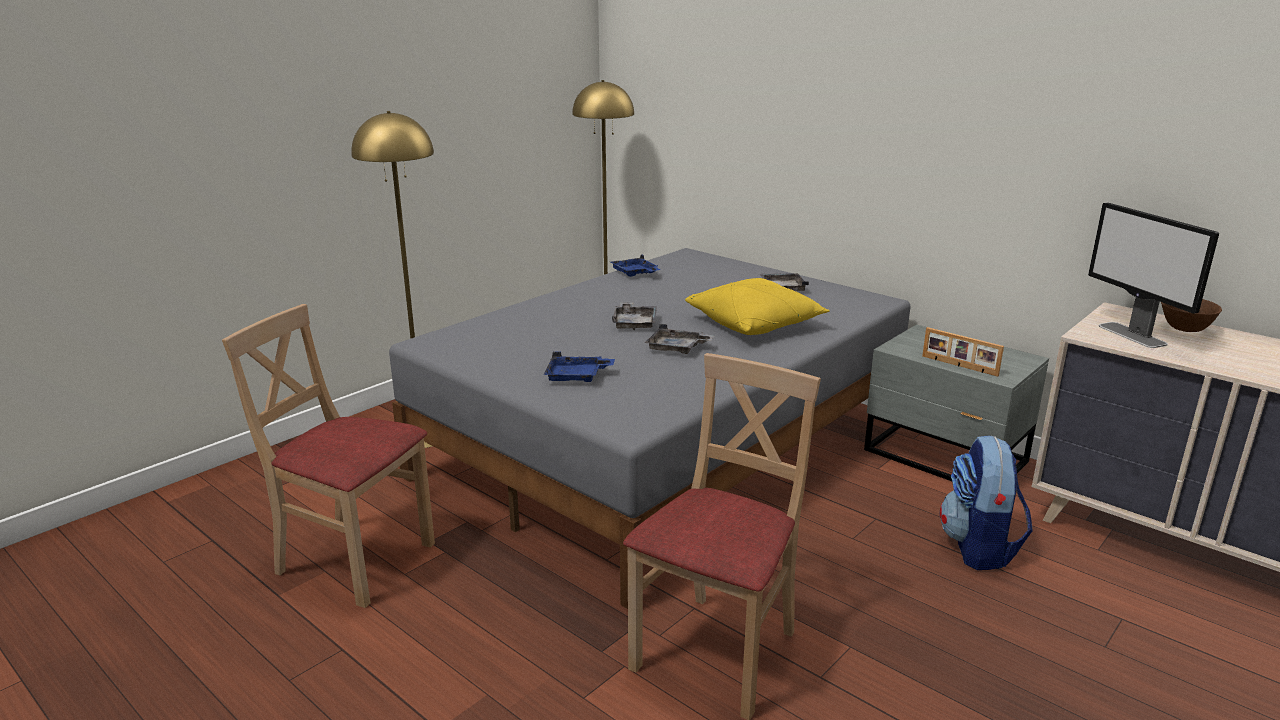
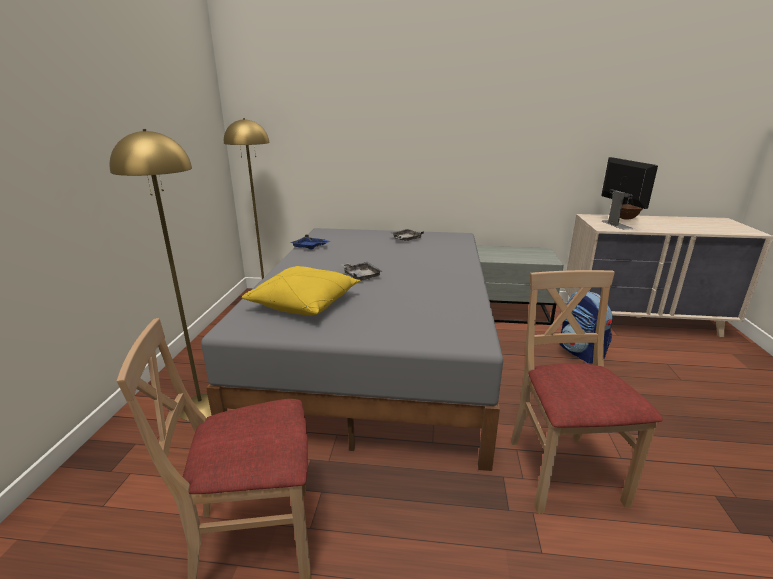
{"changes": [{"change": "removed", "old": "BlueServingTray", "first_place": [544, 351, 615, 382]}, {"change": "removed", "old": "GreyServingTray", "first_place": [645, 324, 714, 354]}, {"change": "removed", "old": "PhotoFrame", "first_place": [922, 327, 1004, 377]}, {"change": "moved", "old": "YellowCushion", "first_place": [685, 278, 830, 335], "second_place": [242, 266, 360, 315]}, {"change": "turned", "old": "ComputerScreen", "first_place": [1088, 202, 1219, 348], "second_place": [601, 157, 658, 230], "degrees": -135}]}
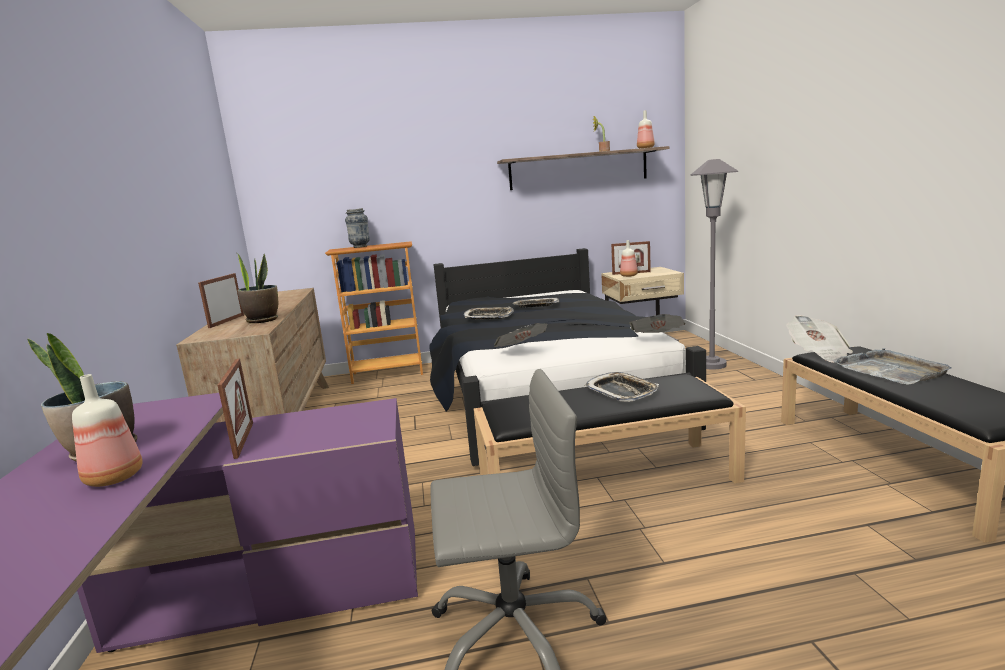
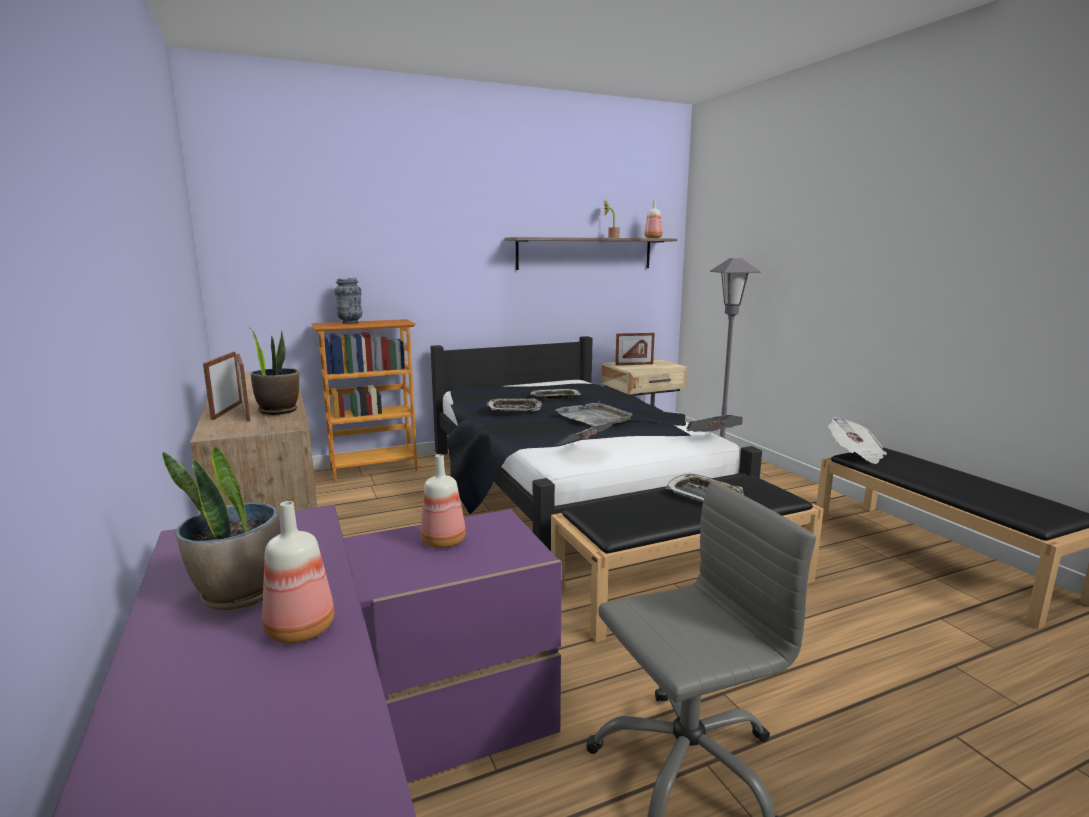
{"changes": [{"change": "moved", "old": "PhotoFrame", "first_place": [218, 359, 253, 459], "second_place": [236, 354, 250, 422]}, {"change": "moved", "old": "DrinkBottle", "first_place": [620, 240, 638, 277], "second_place": [421, 454, 466, 548]}, {"change": "moved", "old": "GreyServingTray", "first_place": [832, 348, 951, 385], "second_place": [555, 402, 633, 426]}]}
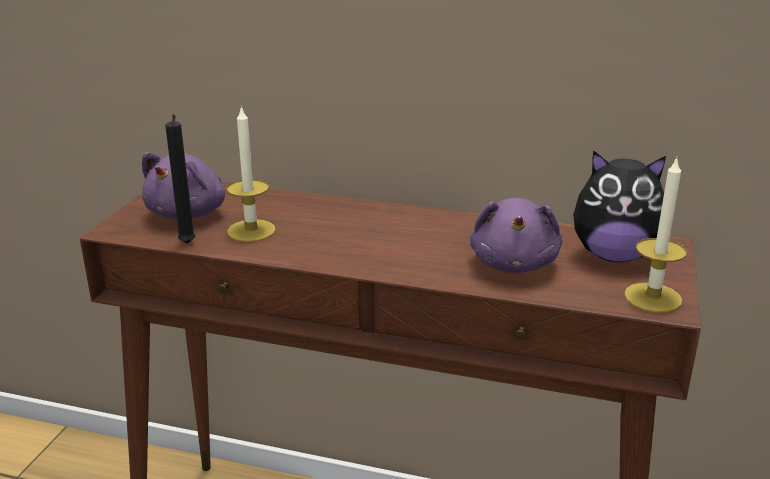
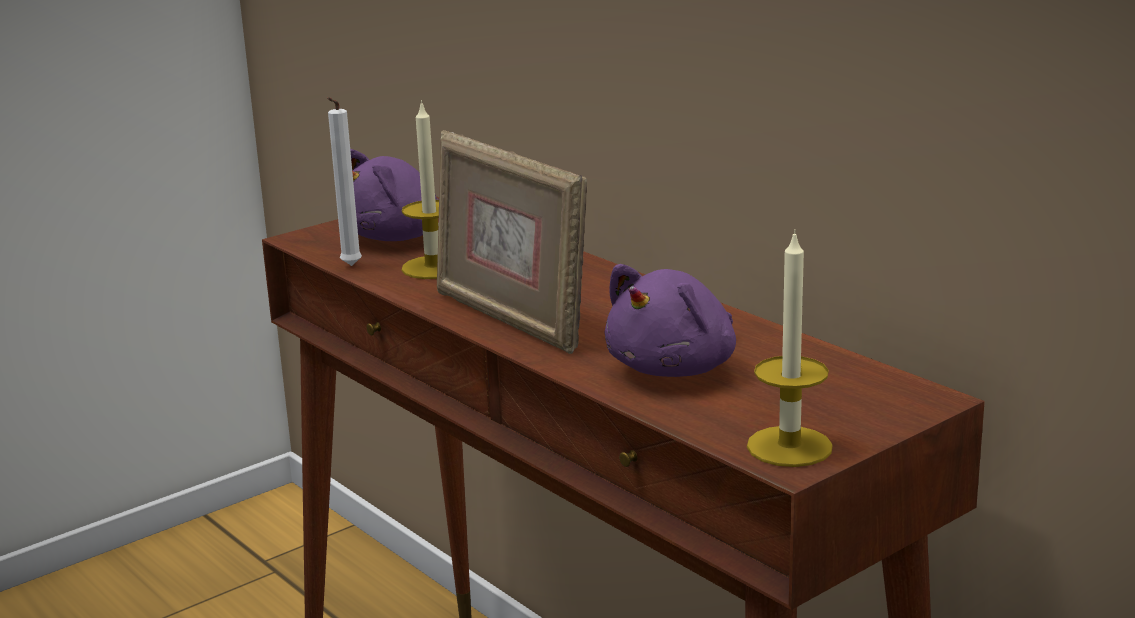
{"changes": [{"change": "removed", "old": "PlushToy", "first_place": [573, 150, 666, 262]}, {"change": "added", "new": "PhotoFrame", "second_place": [437, 130, 587, 354]}, {"change": "recoloured", "old": "BlackishCandle", "new": "WhiteColouredCandle", "first_place": [165, 114, 196, 244], "second_place": [327, 97, 362, 266]}]}
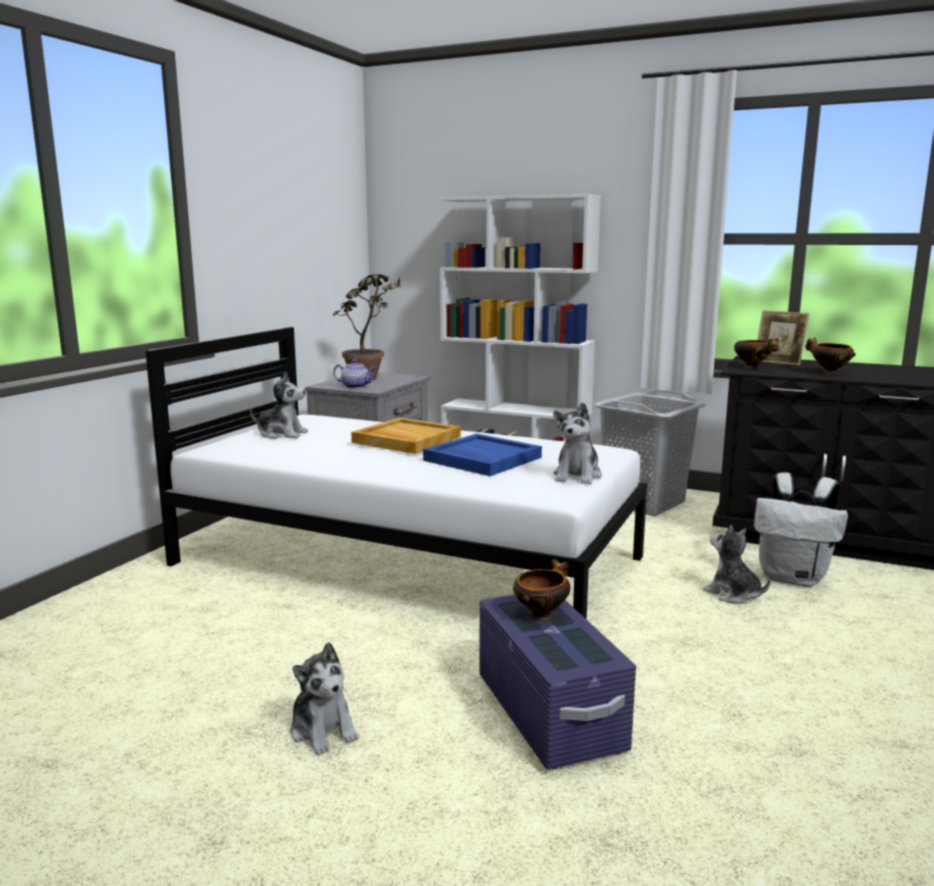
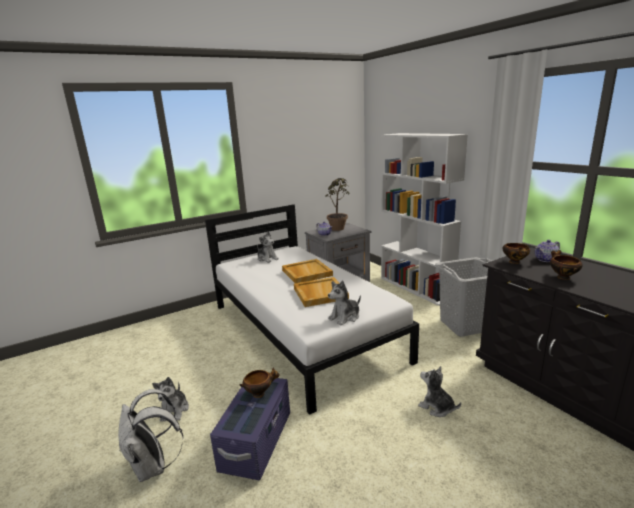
{"changes": [{"change": "moved", "old": "WhiteColouredRucksack", "first_place": [754, 472, 848, 587], "second_place": [118, 389, 183, 482]}, {"change": "replaced", "old": "PhotoFrame", "new": "PotForTea", "first_place": [757, 310, 809, 366], "second_place": [535, 240, 560, 262]}, {"change": "recoloured", "old": "BlueServingTray", "new": "BeigeColouredServingTray", "first_place": [423, 434, 542, 476], "second_place": [294, 277, 349, 307]}, {"change": "turned", "old": "PlushToy", "first_place": [703, 525, 770, 604], "second_place": [418, 366, 461, 417], "degrees": -45}]}
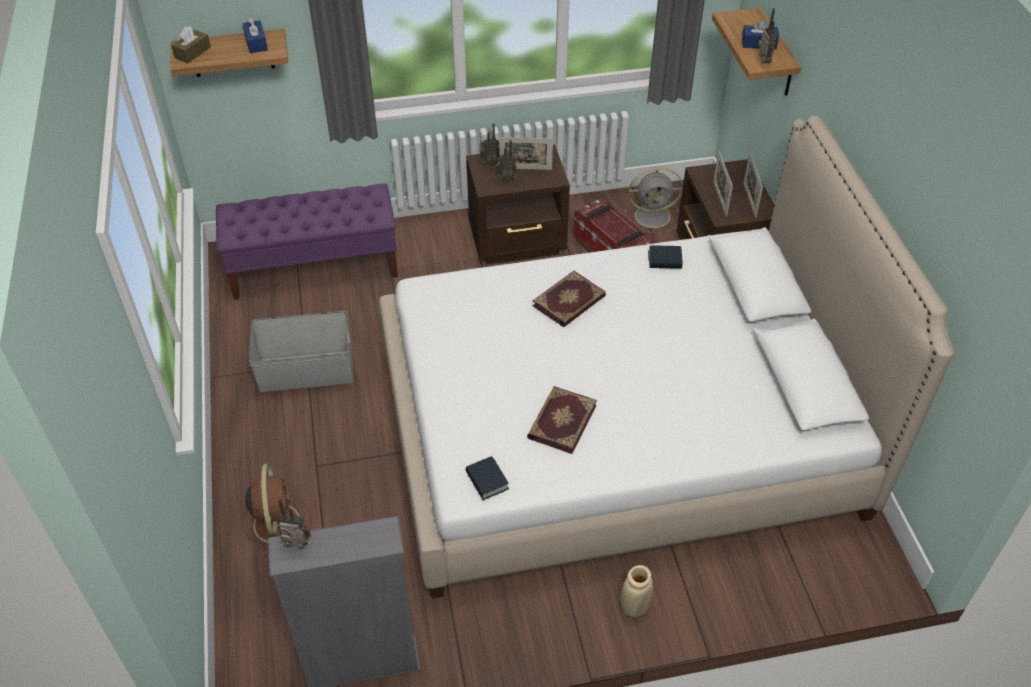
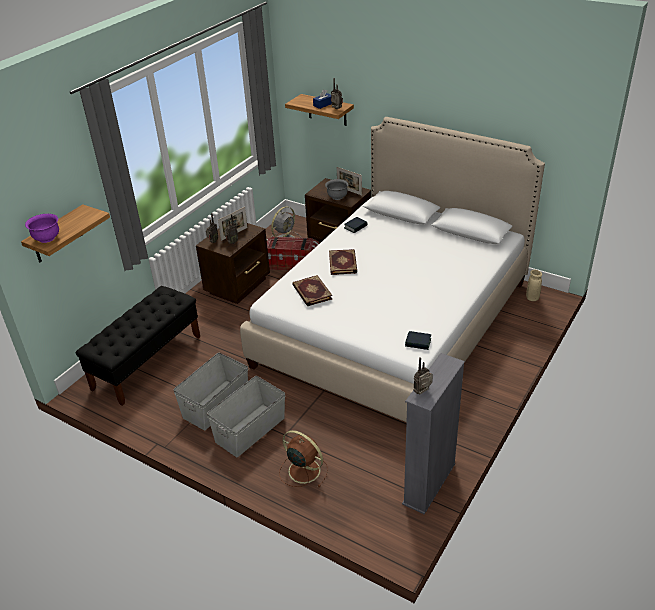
{"changes": [{"change": "removed", "old": "BlueBoxOfTissues", "first_place": [243, 17, 268, 53]}, {"change": "added", "new": "GreyStorageBox", "second_place": [207, 376, 285, 457]}, {"change": "moved", "old": "Book", "first_place": [527, 386, 597, 454], "second_place": [292, 275, 332, 306]}, {"change": "moved", "old": "BeigeColouredVase", "first_place": [620, 565, 653, 617], "second_place": [526, 270, 542, 301]}, {"change": "replaced", "old": "BrownColouredBoxOfTissues", "new": "PurpleColouredDeepDish", "first_place": [171, 26, 211, 63], "second_place": [25, 214, 59, 243]}, {"change": "replaced", "old": "PhotoFrame", "new": "GreyDeepDish", "first_place": [713, 151, 733, 217], "second_place": [325, 179, 349, 200]}, {"change": "recoloured", "old": "PurpleColouredIndoorBench", "new": "BlackishIndoorBench", "first_place": [216, 183, 398, 300], "second_place": [75, 286, 200, 406]}]}
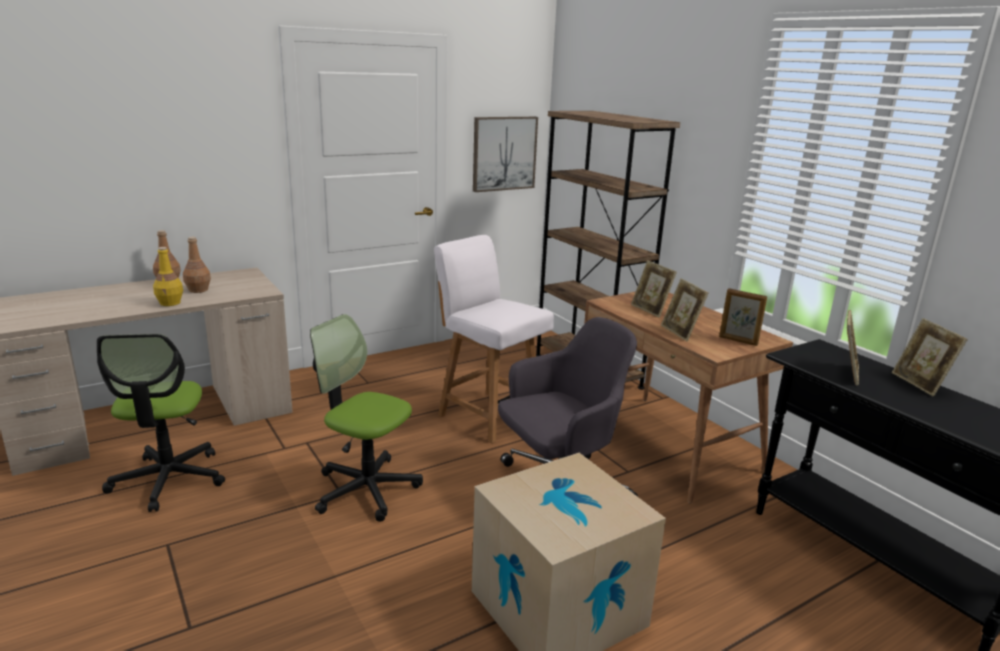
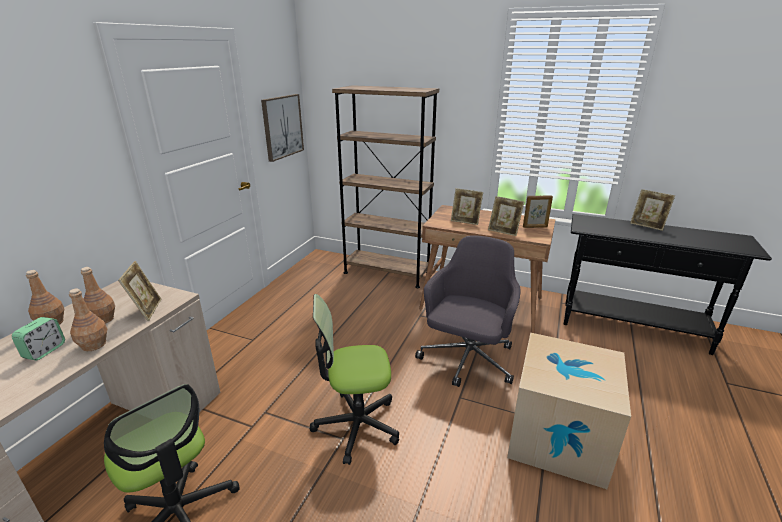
{"changes": [{"change": "removed", "old": "WhiteColouredPlainChair", "first_place": [434, 235, 554, 444]}, {"change": "added", "new": "TableClock", "second_place": [12, 317, 65, 360]}, {"change": "moved", "old": "PhotoFrame", "first_place": [847, 310, 859, 385], "second_place": [118, 261, 162, 321]}, {"change": "recoloured", "old": "YellowDrinkBottle", "new": "BrownColouredDrinkBottle", "first_place": [153, 247, 183, 306], "second_place": [69, 288, 107, 351]}]}
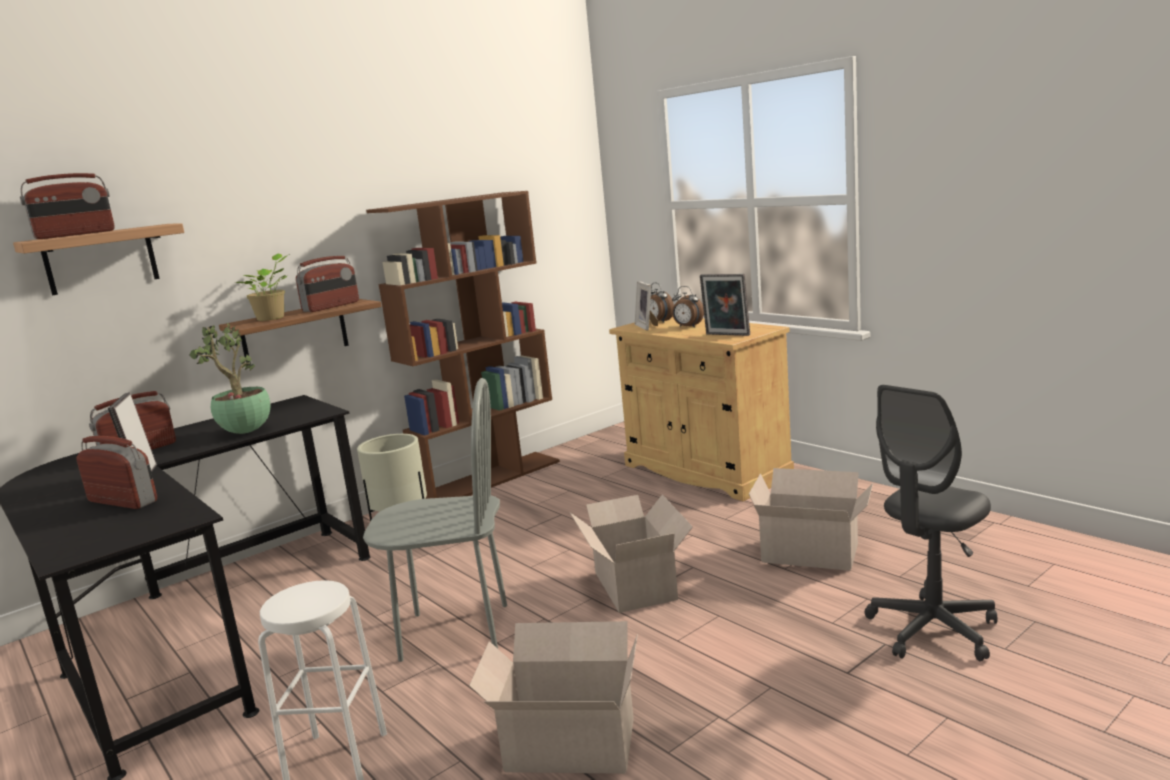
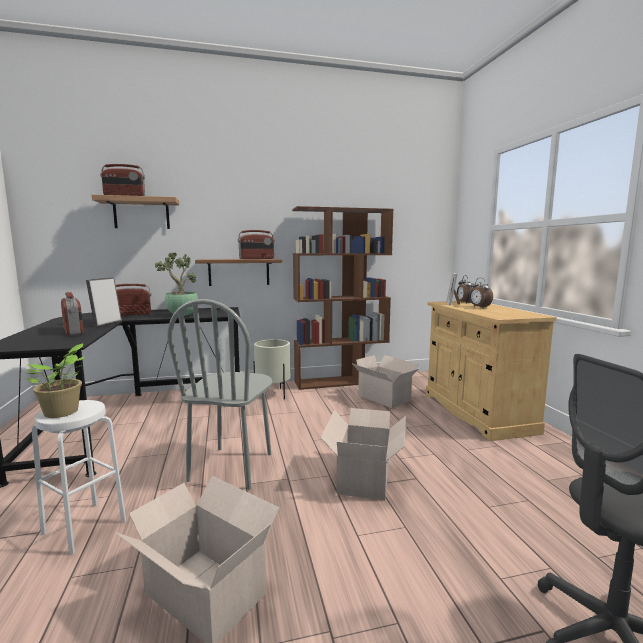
{"changes": [{"change": "removed", "old": "PhotoFrame", "first_place": [700, 274, 750, 336]}, {"change": "moved", "old": "Houseplant", "first_place": [235, 254, 290, 321], "second_place": [25, 343, 86, 418]}, {"change": "moved", "old": "PackingBox", "first_place": [749, 468, 873, 571], "second_place": [353, 355, 418, 408]}, {"change": "turned", "old": "GreyPlainChair", "first_place": [363, 378, 507, 662], "second_place": [167, 299, 273, 490], "degrees": 75}]}
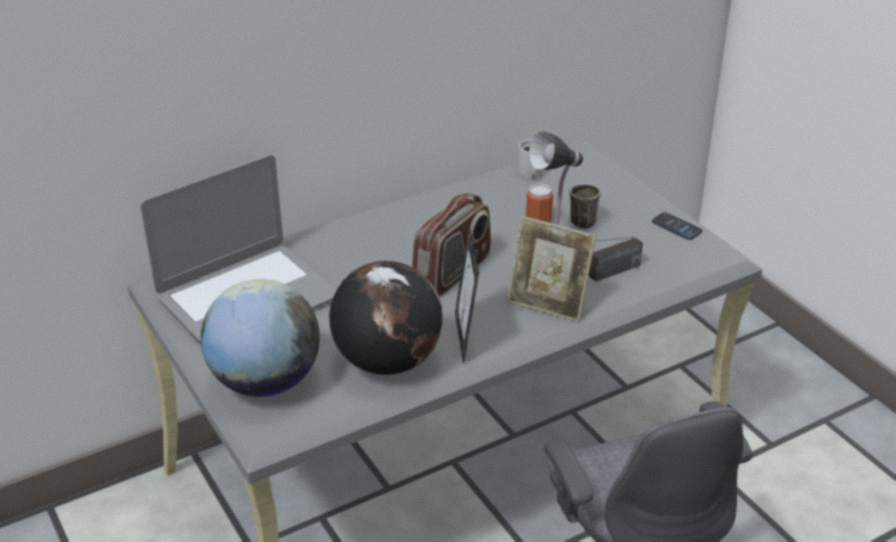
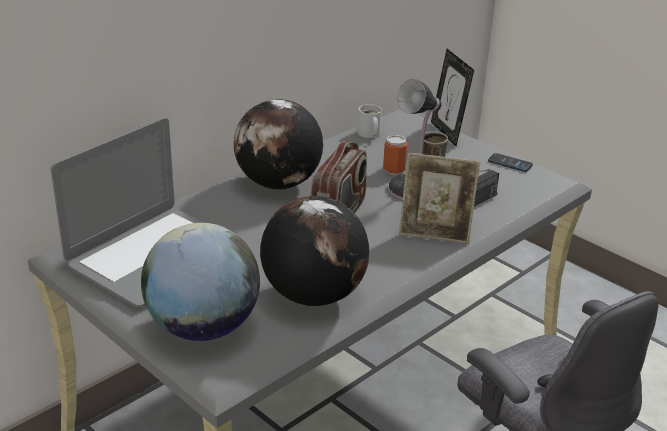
{"changes": [{"change": "added", "new": "WorldGlobe", "second_place": [234, 99, 323, 190]}, {"change": "moved", "old": "PhotoFrame", "first_place": [455, 225, 479, 364], "second_place": [431, 49, 474, 146]}]}
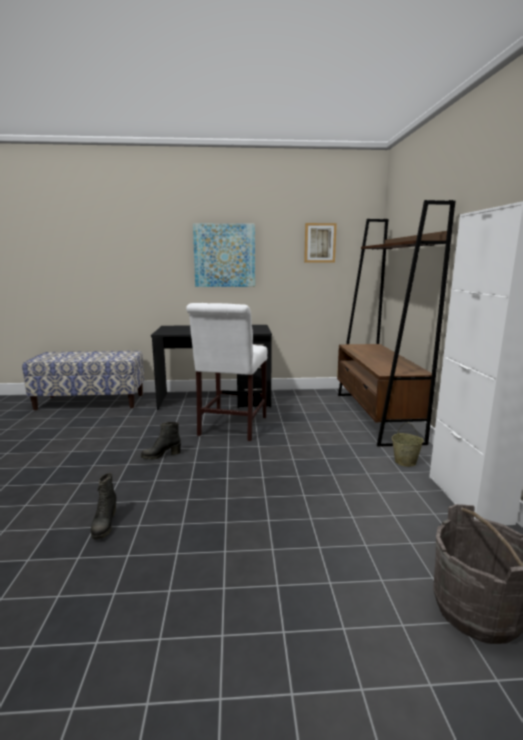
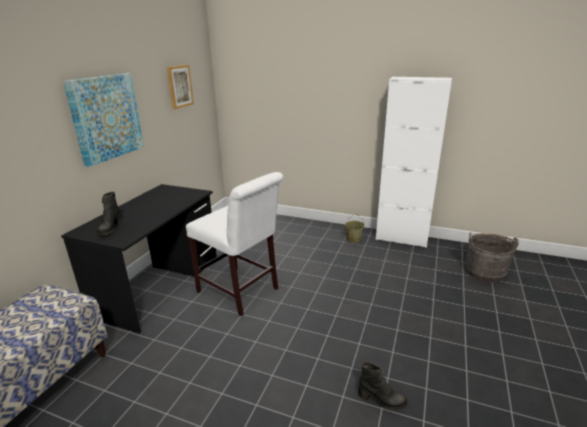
{"changes": [{"change": "removed", "old": "BrownColouredBookshelf", "first_place": [337, 200, 456, 447]}, {"change": "moved", "old": "BlackishHighTopBoot", "first_place": [141, 422, 181, 459], "second_place": [97, 192, 121, 236]}]}
